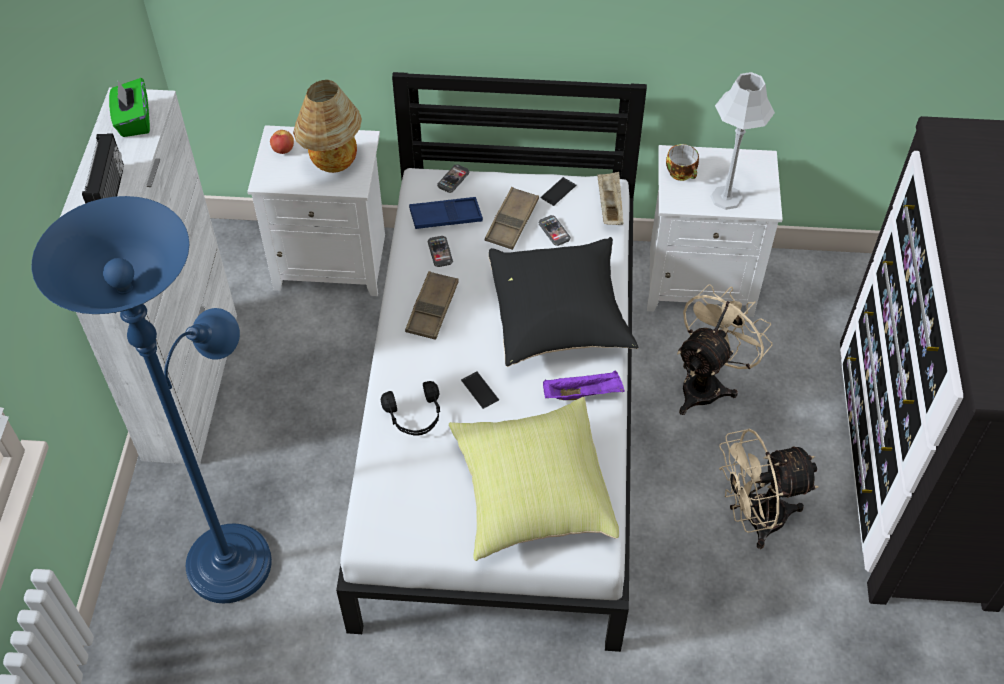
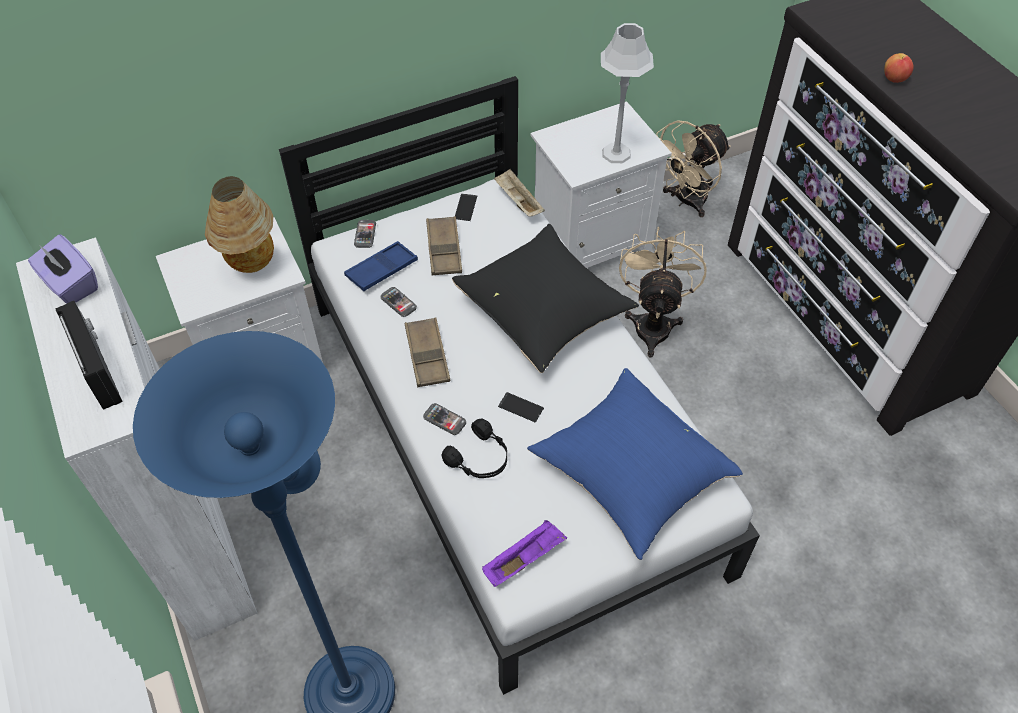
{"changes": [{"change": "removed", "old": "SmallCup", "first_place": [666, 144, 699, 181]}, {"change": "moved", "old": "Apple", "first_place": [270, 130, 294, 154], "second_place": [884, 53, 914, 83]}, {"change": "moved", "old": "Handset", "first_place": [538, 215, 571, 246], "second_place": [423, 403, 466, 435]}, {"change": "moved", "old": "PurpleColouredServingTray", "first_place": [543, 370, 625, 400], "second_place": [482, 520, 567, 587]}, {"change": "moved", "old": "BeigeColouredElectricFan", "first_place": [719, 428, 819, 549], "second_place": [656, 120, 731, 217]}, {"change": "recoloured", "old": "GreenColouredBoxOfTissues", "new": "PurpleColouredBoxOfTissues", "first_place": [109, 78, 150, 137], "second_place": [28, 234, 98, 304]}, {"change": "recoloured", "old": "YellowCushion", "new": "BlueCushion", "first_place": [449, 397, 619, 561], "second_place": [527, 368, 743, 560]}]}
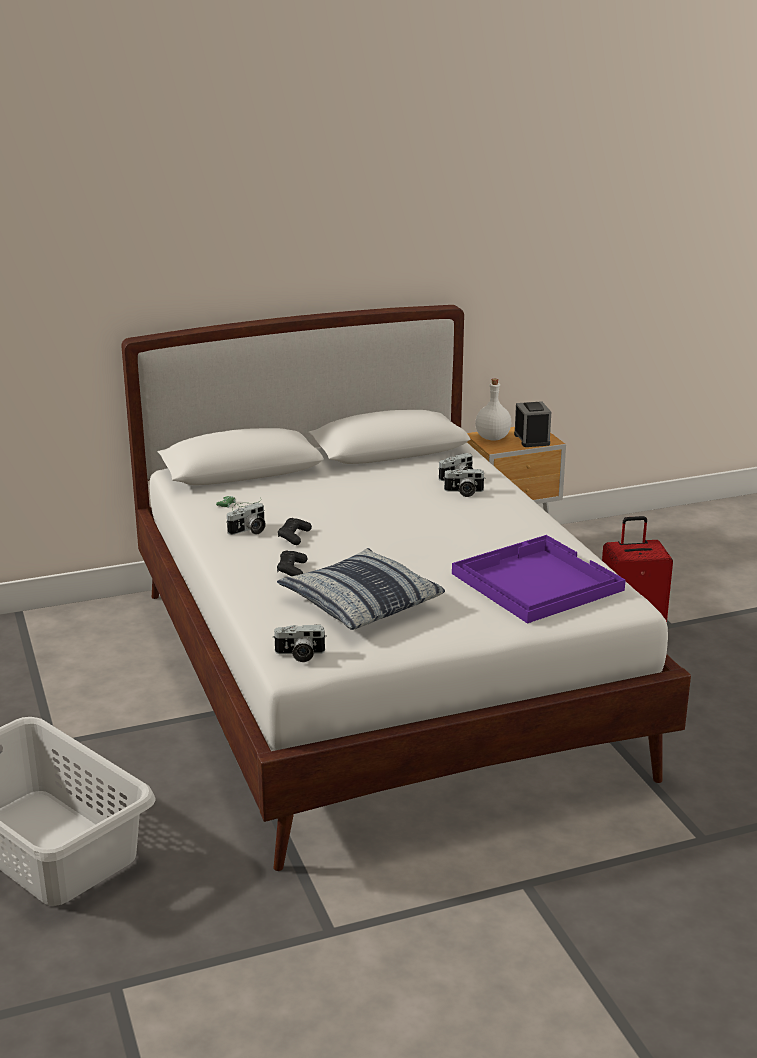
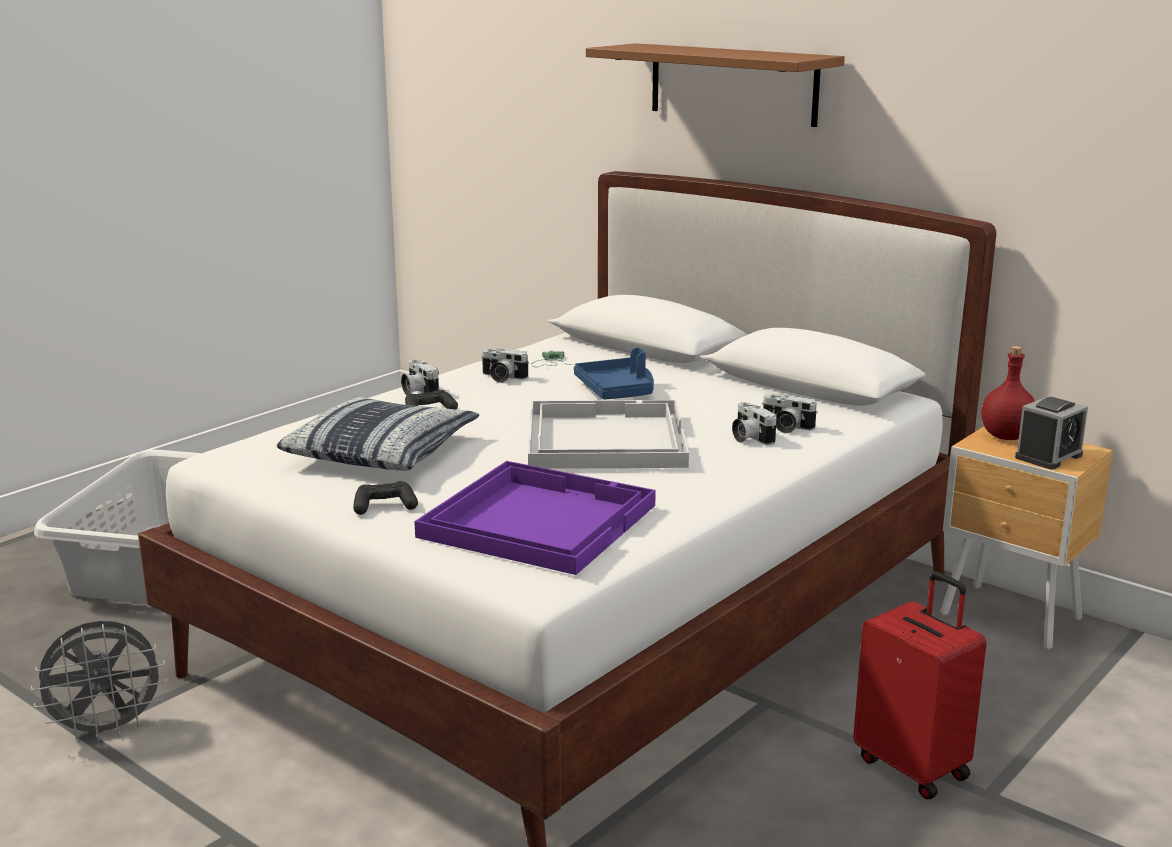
{"changes": [{"change": "added", "new": "GreyElectricFan", "second_place": [31, 621, 168, 741]}, {"change": "added", "new": "WhiteColouredServingTray", "second_place": [528, 400, 689, 469]}, {"change": "added", "new": "BlueServingTray", "second_place": [574, 347, 654, 399]}, {"change": "added", "new": "BrownColouredWallShelf", "second_place": [586, 43, 845, 127]}, {"change": "moved", "old": "PhotoCamera", "first_place": [273, 625, 327, 662], "second_place": [401, 359, 439, 395]}, {"change": "moved", "old": "BlackishJoypad", "first_place": [278, 518, 312, 545], "second_place": [353, 481, 418, 515]}, {"change": "recoloured", "old": "WhiteColouredDrinkBottle", "new": "ReddishDrinkBottle", "first_place": [475, 379, 511, 441], "second_place": [981, 346, 1035, 440]}]}
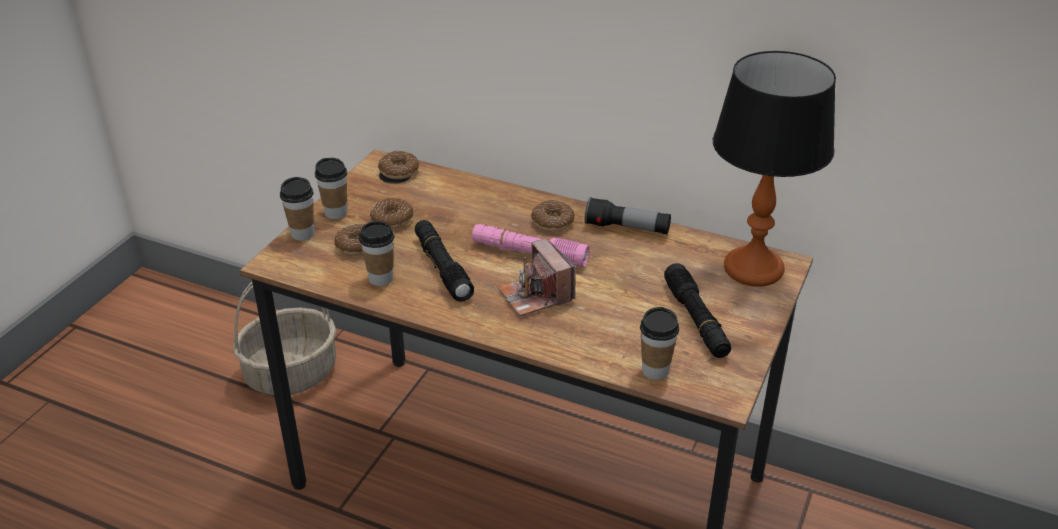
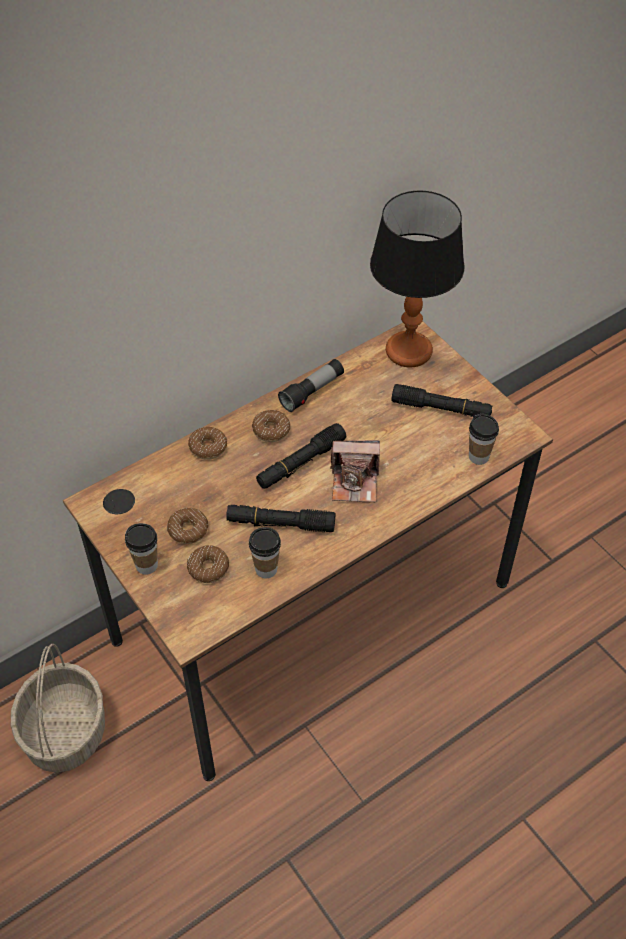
{"changes": [{"change": "removed", "old": "SmallCup", "first_place": [280, 177, 314, 241]}, {"change": "moved", "old": "Doughnut", "first_place": [378, 150, 419, 179], "second_place": [188, 427, 227, 460]}, {"change": "recoloured", "old": "PinkFlashlight", "new": "BlackishFlashlight", "first_place": [472, 224, 589, 267], "second_place": [256, 423, 346, 489]}]}
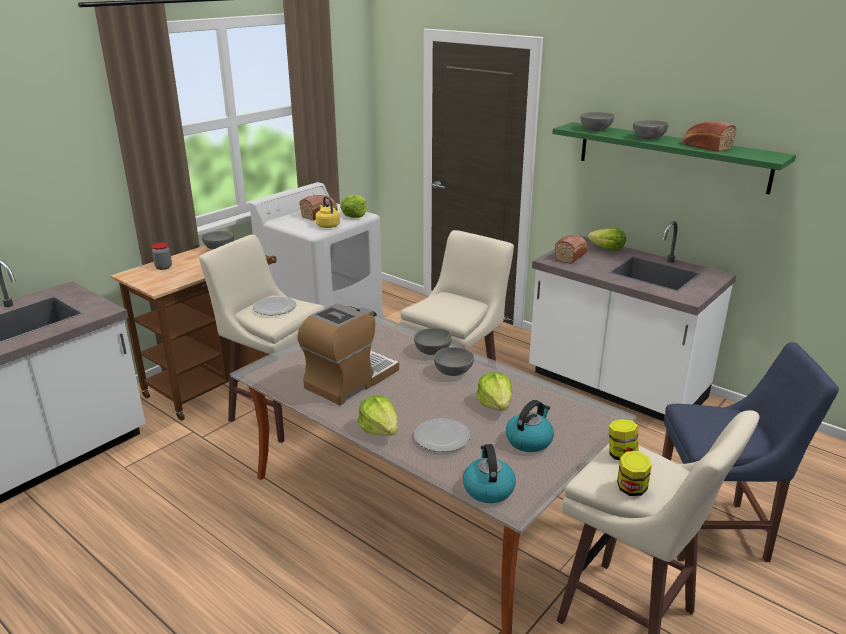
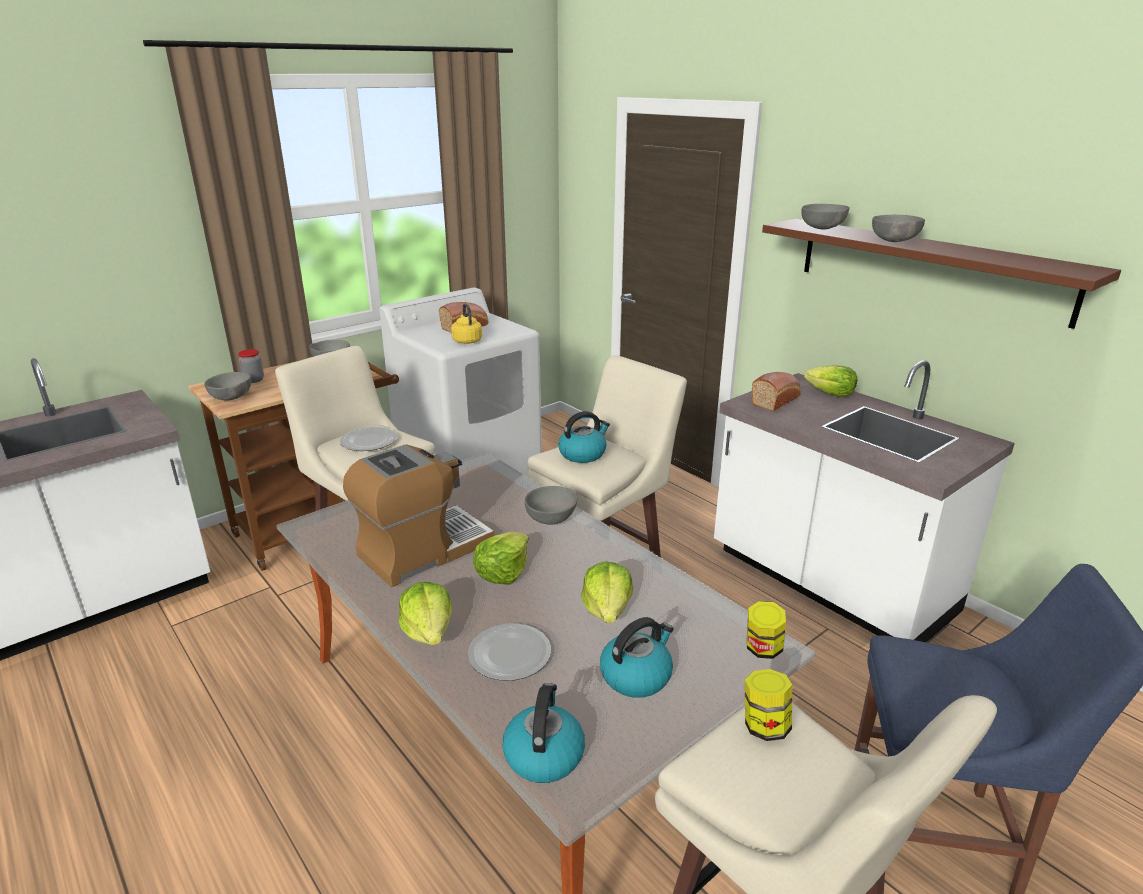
{"changes": [{"change": "removed", "old": "BakeryBread", "first_place": [682, 121, 736, 152]}, {"change": "added", "new": "TeaKettle", "second_place": [558, 411, 610, 463]}, {"change": "moved", "old": "HeadOfLettuce", "first_place": [340, 195, 367, 218], "second_place": [473, 532, 529, 585]}, {"change": "moved", "old": "GreyDeepDish", "first_place": [434, 347, 474, 376], "second_place": [204, 372, 251, 401]}, {"change": "moved", "old": "Jar", "first_place": [617, 451, 652, 496], "second_place": [747, 601, 786, 659]}, {"change": "recoloured", "old": "GreenColouredWallShelf", "new": "BrownColouredWallShelf", "first_place": [552, 122, 796, 195], "second_place": [762, 219, 1121, 329]}]}
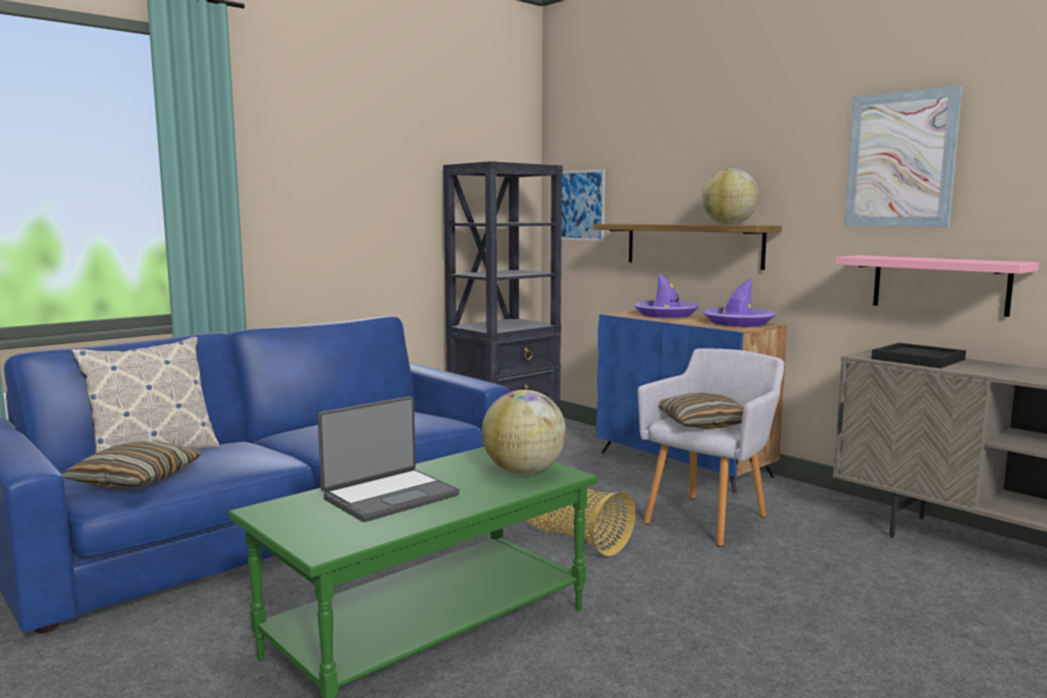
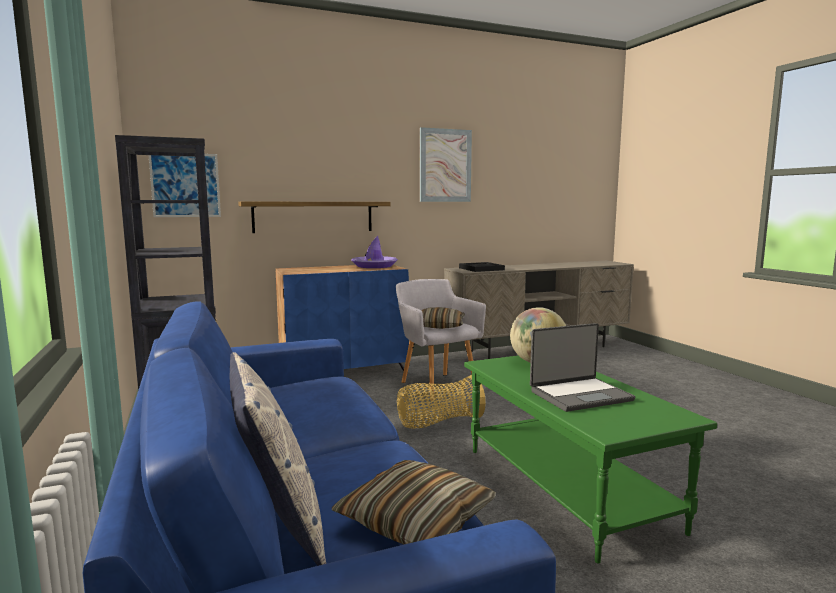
{"changes": [{"change": "removed", "old": "PurpleColouredHat", "first_place": [634, 273, 699, 318]}, {"change": "removed", "old": "WorldGlobe", "first_place": [701, 168, 759, 225]}, {"change": "removed", "old": "PinkWallShelf", "first_place": [836, 255, 1039, 317]}, {"change": "turned", "old": "NotebookComputer", "first_place": [318, 396, 459, 522], "second_place": [530, 323, 635, 412], "degrees": 90}]}
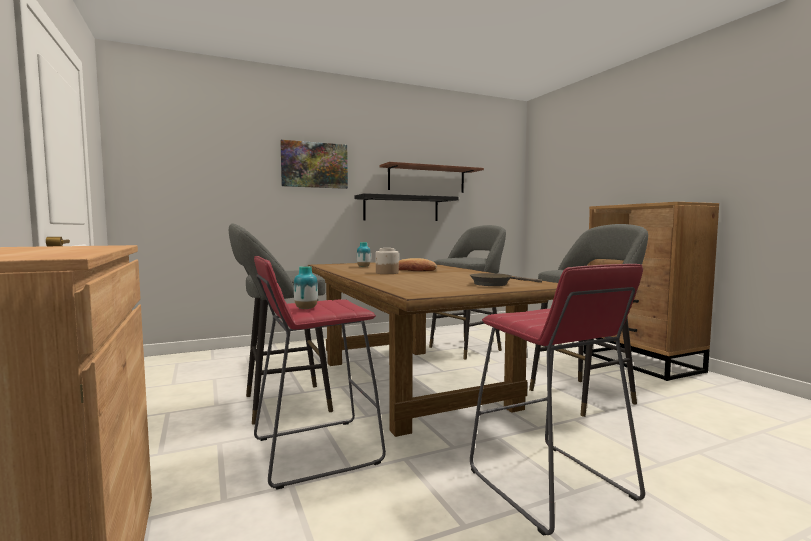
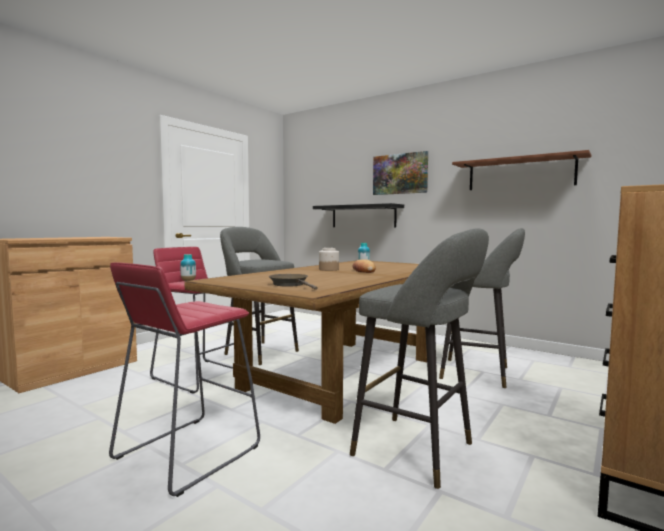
{"changes": [{"change": "moved", "old": "BlackishWallShelf", "first_place": [354, 193, 459, 221], "second_place": [313, 203, 404, 228]}]}
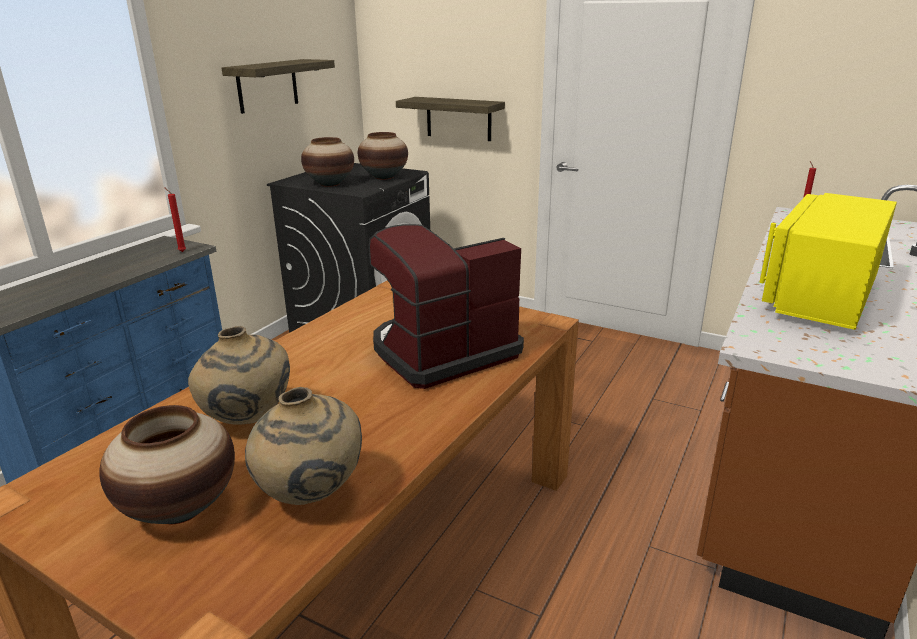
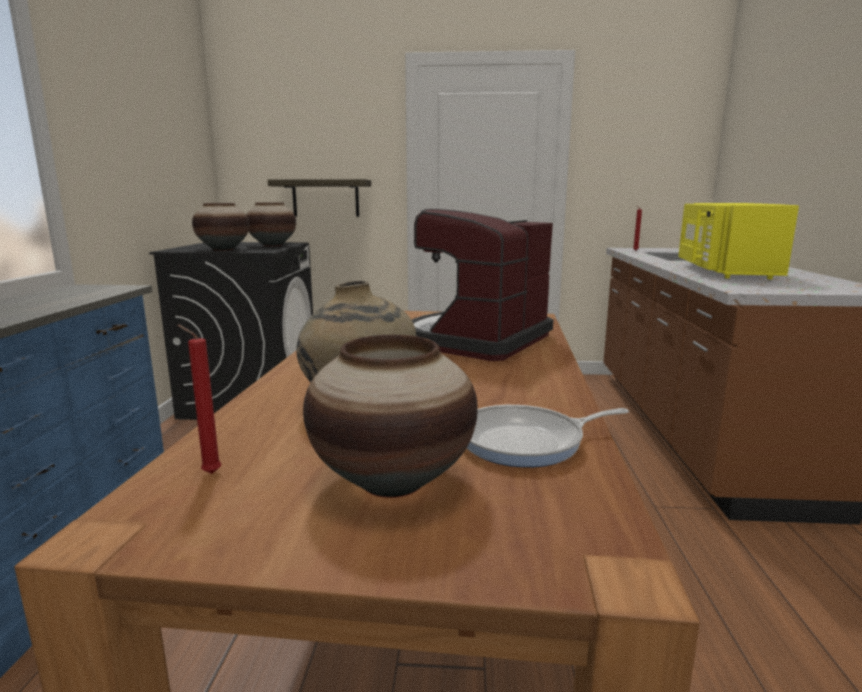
{"changes": [{"change": "removed", "old": "WallShelf", "first_place": [222, 59, 335, 114]}, {"change": "moved", "old": "ReddishCandle", "first_place": [164, 187, 186, 252], "second_place": [177, 324, 221, 474]}, {"change": "replaced", "old": "BeigeColouredVase", "new": "Pan", "first_place": [245, 387, 362, 505], "second_place": [467, 405, 629, 467]}]}
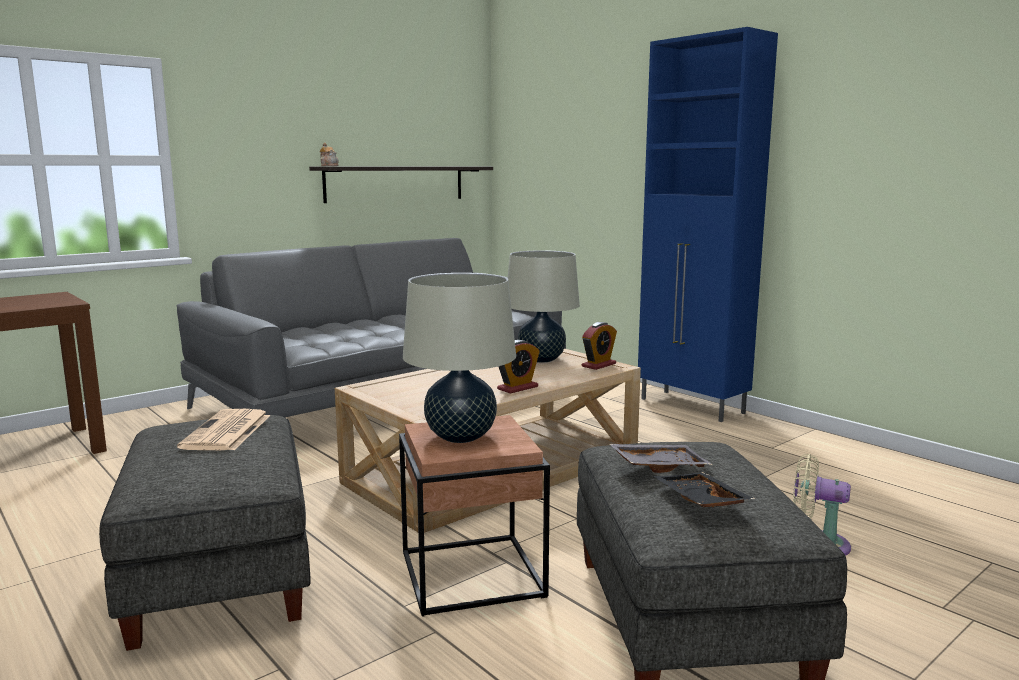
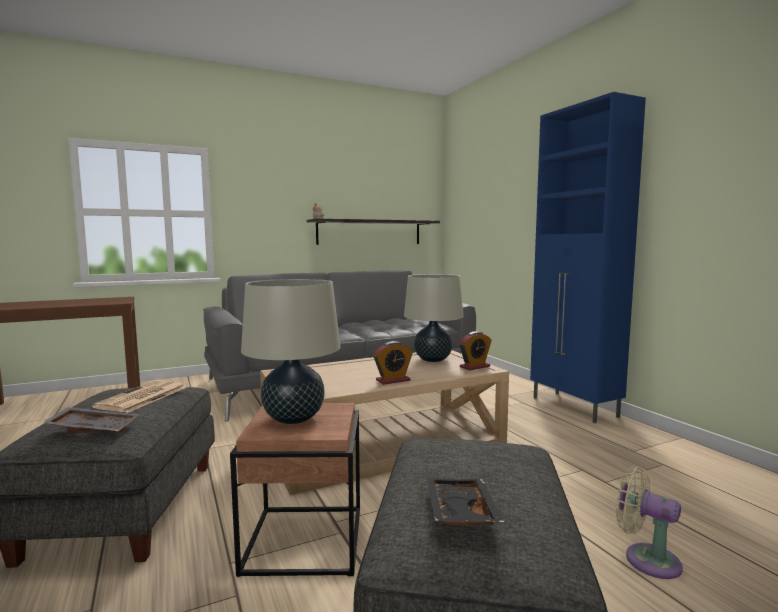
{"changes": [{"change": "moved", "old": "GreyServingTray", "first_place": [610, 444, 713, 473], "second_place": [42, 407, 140, 434]}]}
